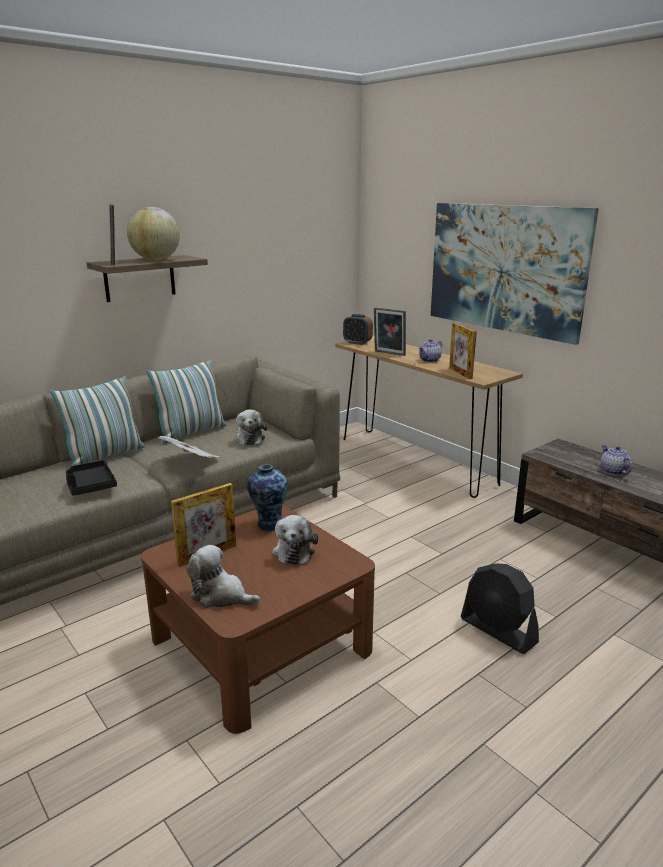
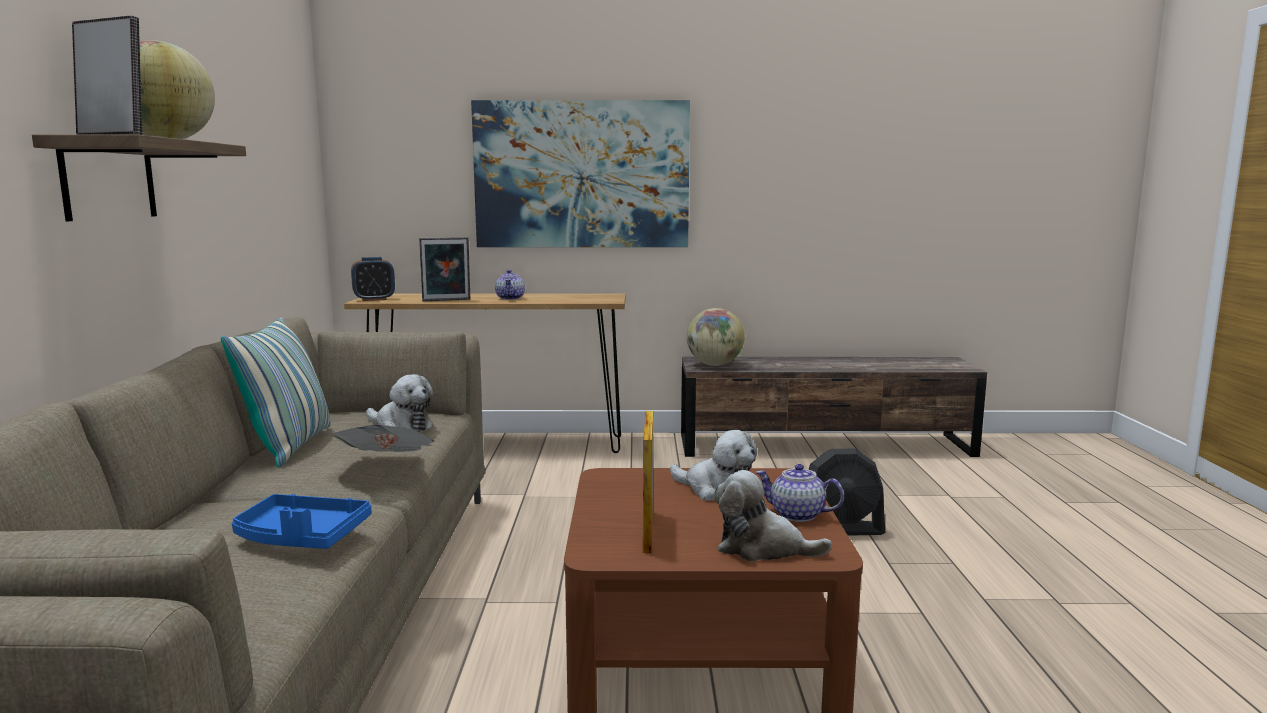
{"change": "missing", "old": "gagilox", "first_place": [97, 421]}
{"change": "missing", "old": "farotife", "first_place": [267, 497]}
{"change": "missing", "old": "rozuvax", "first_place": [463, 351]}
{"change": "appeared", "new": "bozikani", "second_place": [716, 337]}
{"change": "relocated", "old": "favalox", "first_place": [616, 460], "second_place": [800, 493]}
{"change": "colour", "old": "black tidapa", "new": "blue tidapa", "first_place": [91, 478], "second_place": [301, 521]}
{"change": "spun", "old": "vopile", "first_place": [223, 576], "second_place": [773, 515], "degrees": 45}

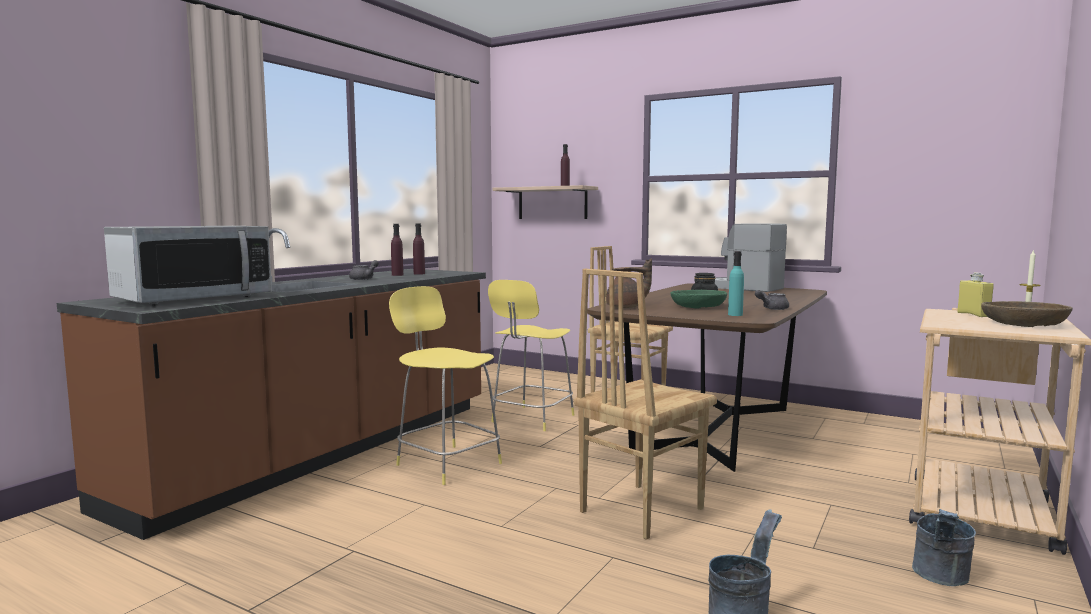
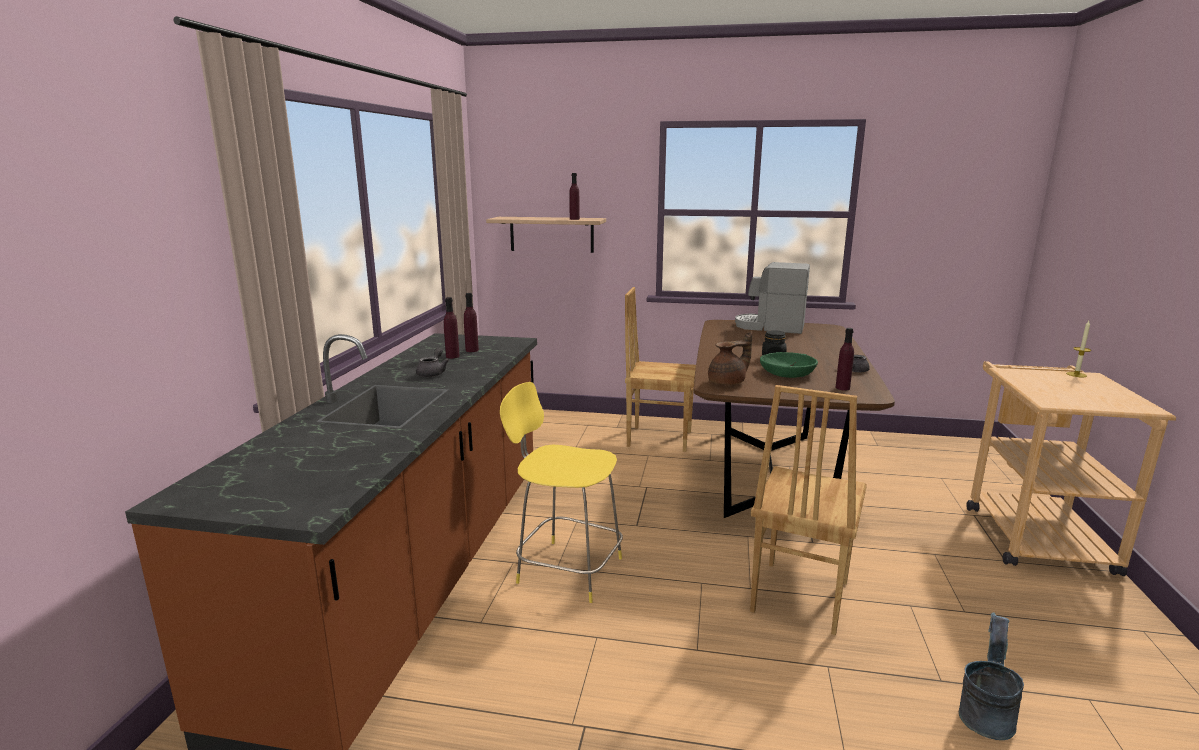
{"change": "missing", "old": "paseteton", "first_place": [188, 266]}
{"change": "missing", "old": "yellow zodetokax", "first_place": [531, 355]}
{"change": "missing", "old": "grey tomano", "first_place": [944, 547]}
{"change": "missing", "old": "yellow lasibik", "first_place": [975, 295]}
{"change": "missing", "old": "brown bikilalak", "first_place": [1027, 314]}
{"change": "colour", "old": "turquoise lasibik", "new": "purple lasibik", "first_place": [736, 283], "second_place": [845, 359]}

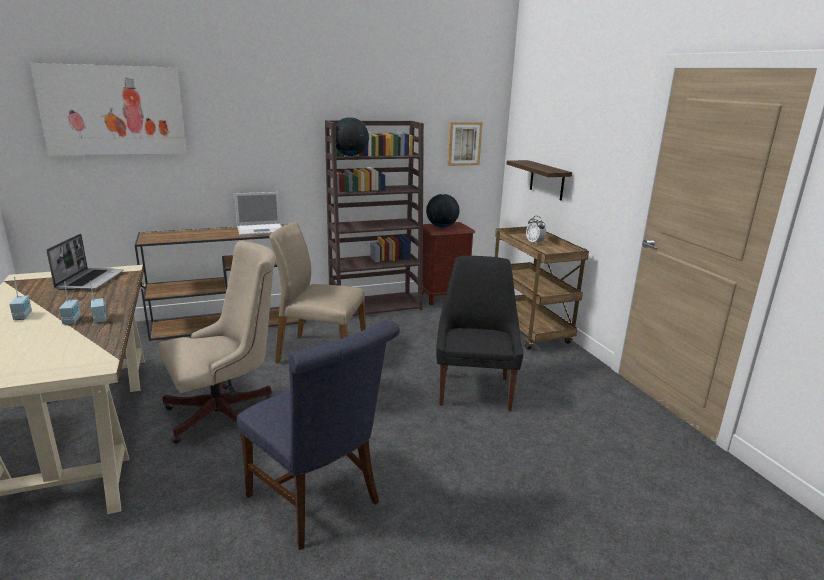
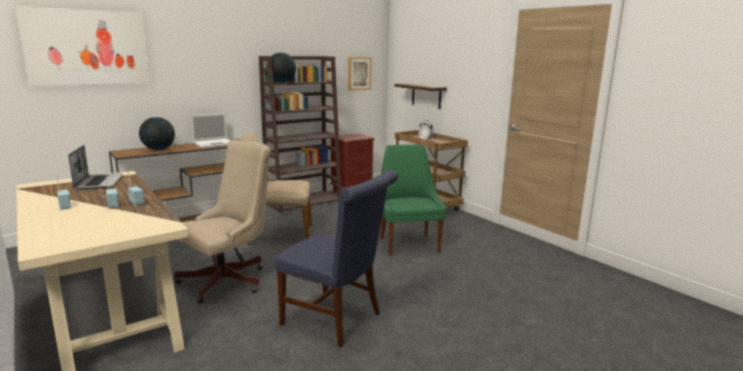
{"change": "relocated", "old": "bozikani", "first_place": [442, 210], "second_place": [157, 133]}
{"change": "colour", "old": "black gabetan", "new": "green gabetan", "first_place": [480, 333], "second_place": [413, 200]}

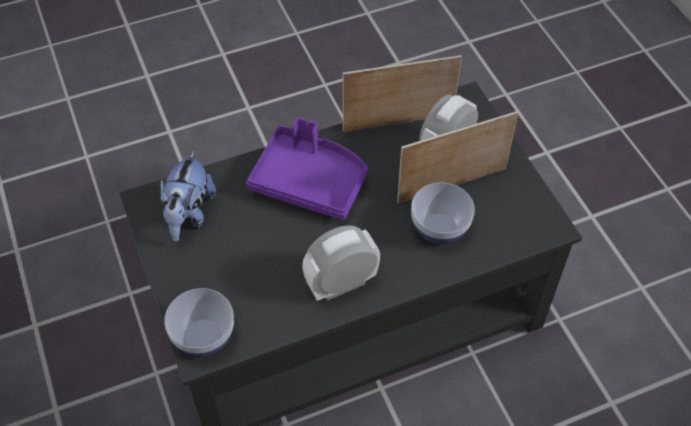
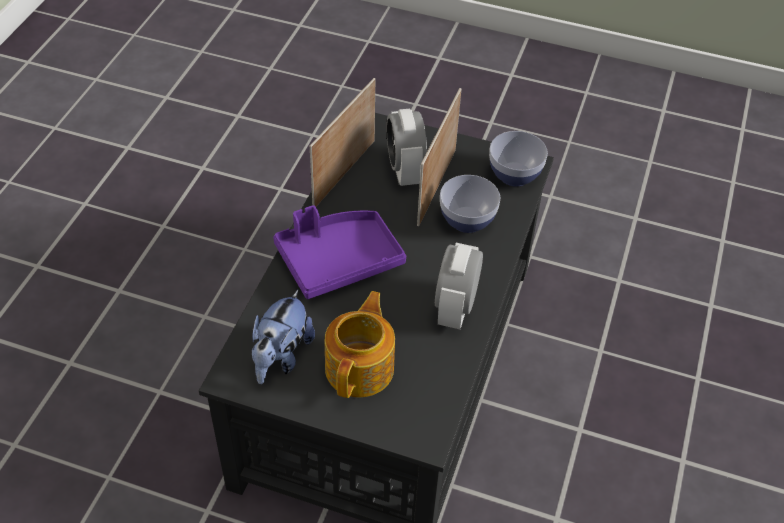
{"change": "appeared", "new": "favalox", "second_place": [360, 344]}
{"change": "relocated", "old": "bikilalak", "first_place": [199, 322], "second_place": [518, 159]}
{"change": "spun", "old": "vopile", "first_place": [188, 196], "second_place": [283, 336], "degrees": 60}

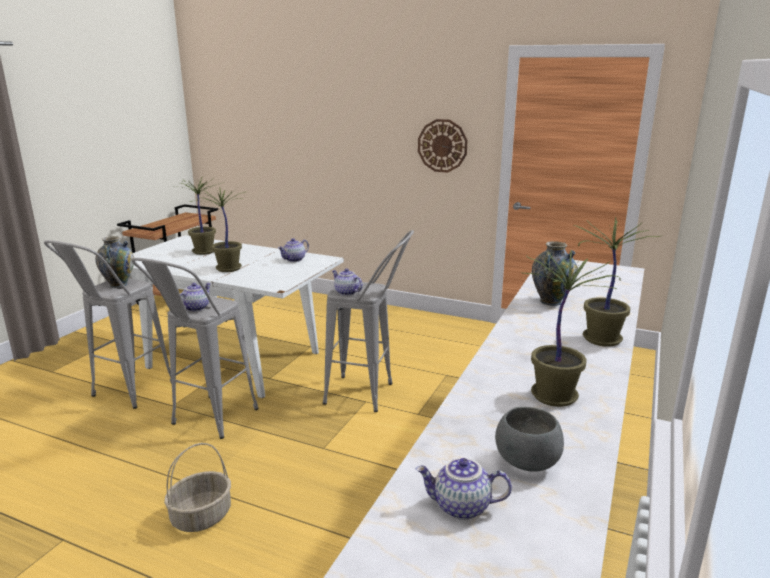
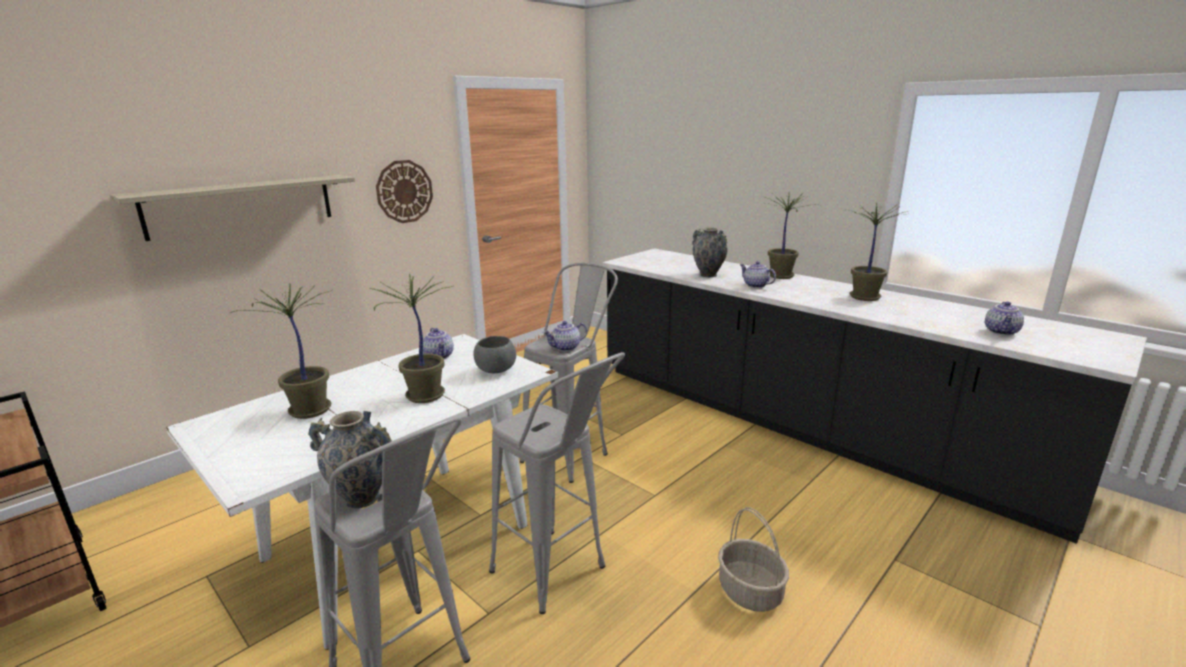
{"change": "appeared", "new": "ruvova", "second_place": [232, 208]}
{"change": "relocated", "old": "favalox", "first_place": [195, 297], "second_place": [758, 274]}
{"change": "relocated", "old": "grey bikilalak", "first_place": [529, 439], "second_place": [495, 354]}

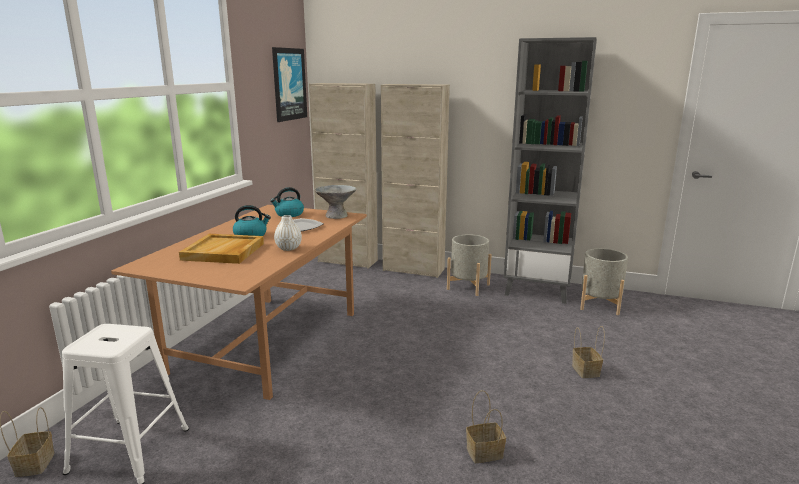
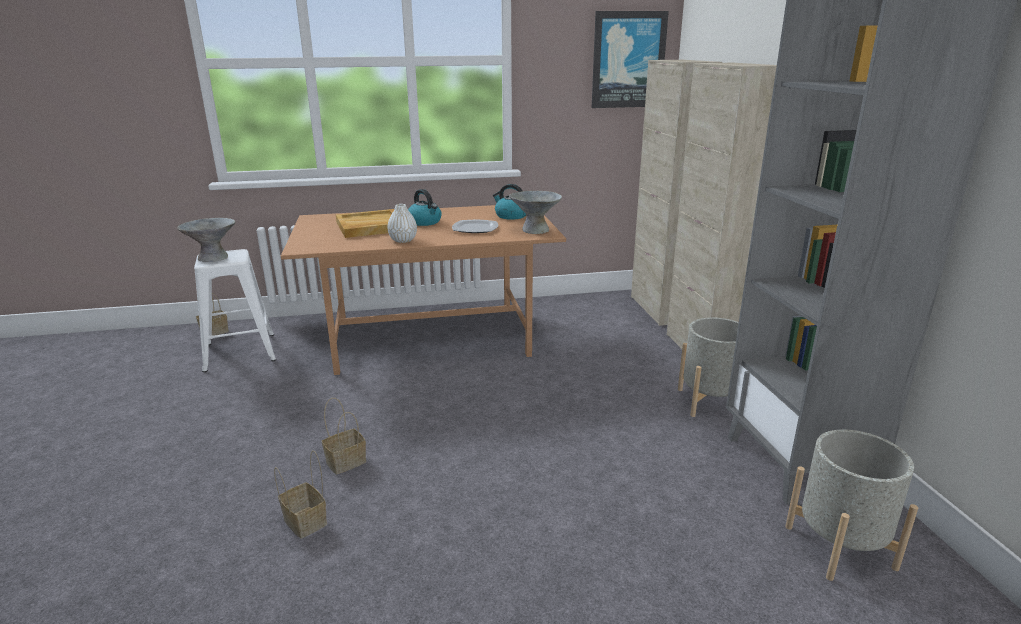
{"change": "appeared", "new": "grey bikilalak", "second_place": [206, 240]}
{"change": "relocated", "old": "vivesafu", "first_place": [588, 352], "second_place": [344, 436]}

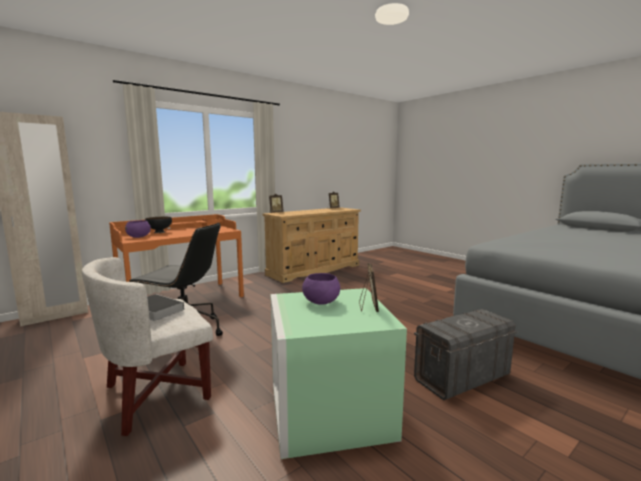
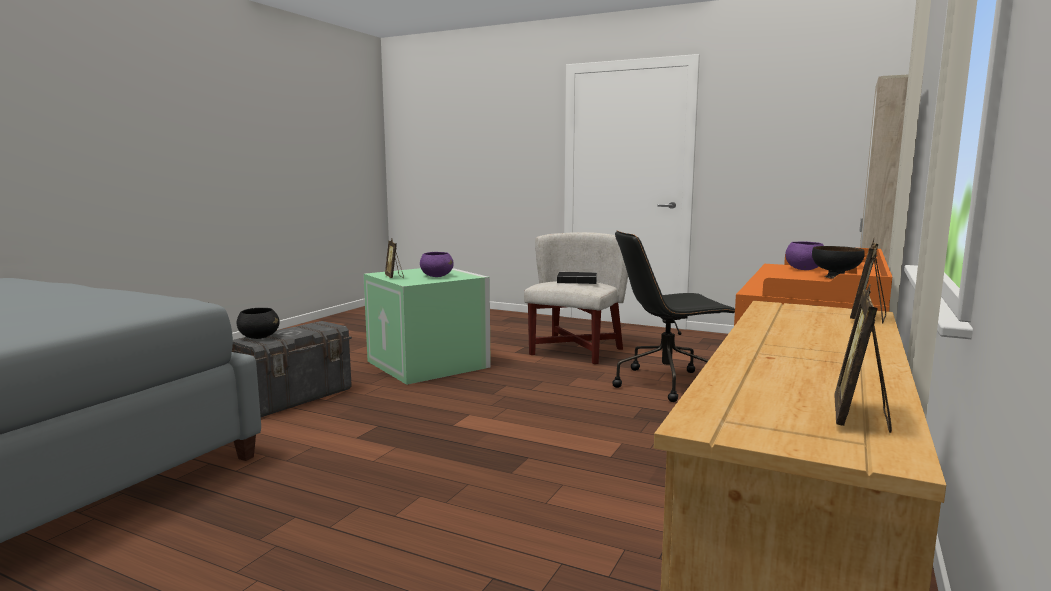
{"change": "appeared", "new": "black bikilalak", "second_place": [258, 323]}

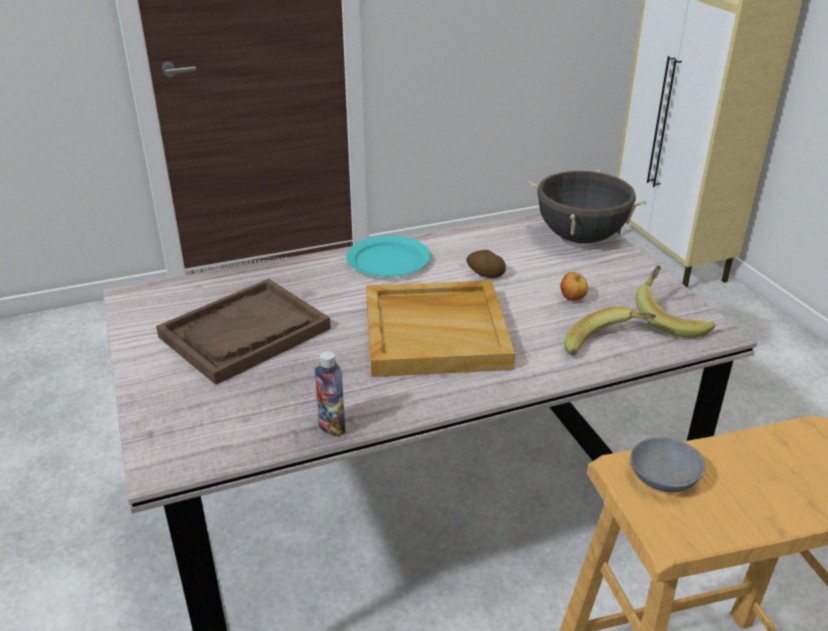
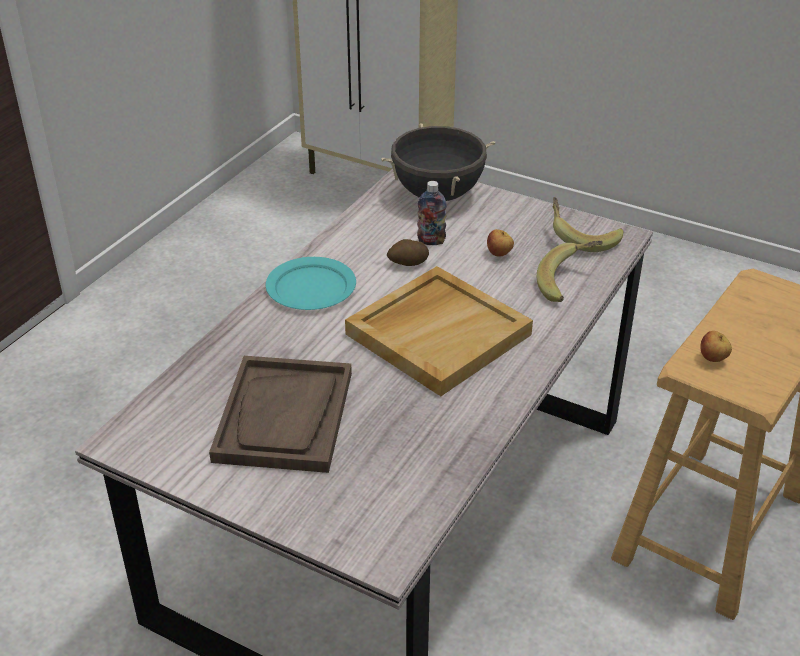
{"change": "relocated", "old": "lasibik", "first_place": [330, 394], "second_place": [432, 213]}
{"change": "exchanged", "old": "grey bikilalak", "new": "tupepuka", "first_place": [667, 464], "second_place": [716, 346]}

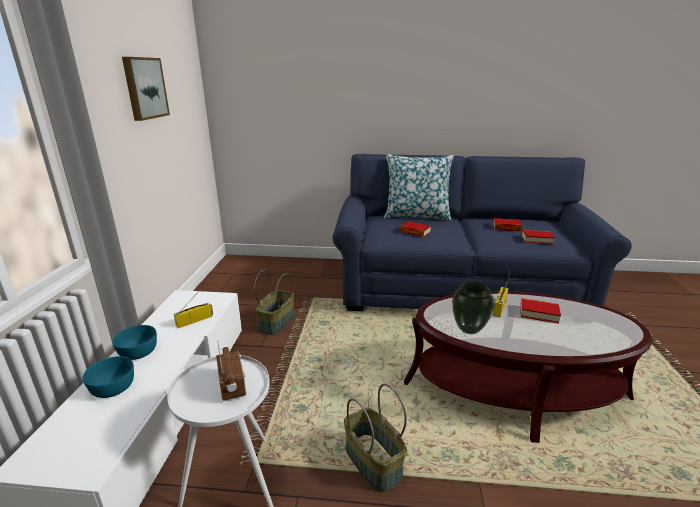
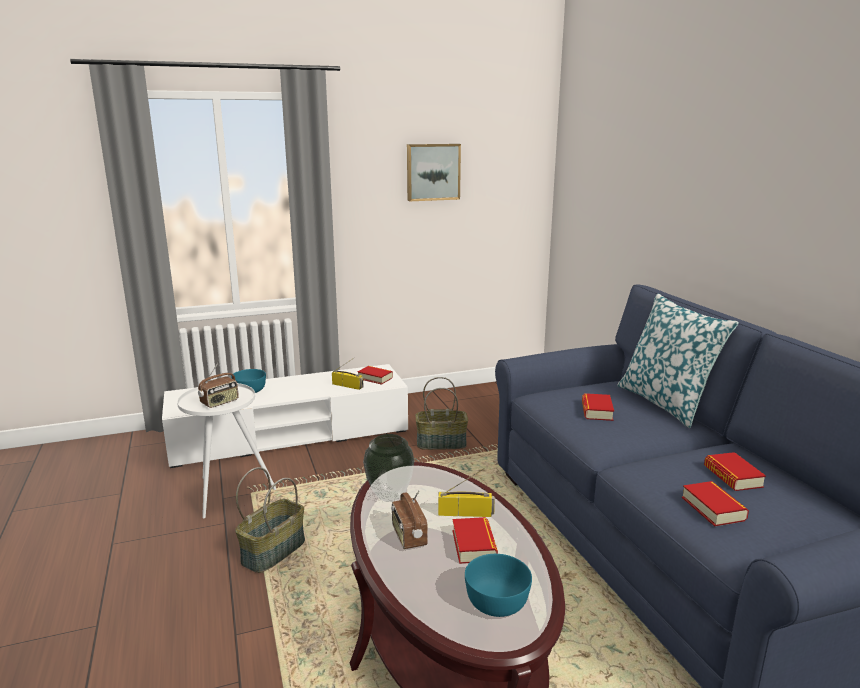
{"change": "appeared", "new": "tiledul", "second_place": [375, 375]}
{"change": "appeared", "new": "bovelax", "second_place": [409, 519]}
{"change": "relocated", "old": "turquoise bikilalak", "first_place": [134, 342], "second_place": [498, 585]}

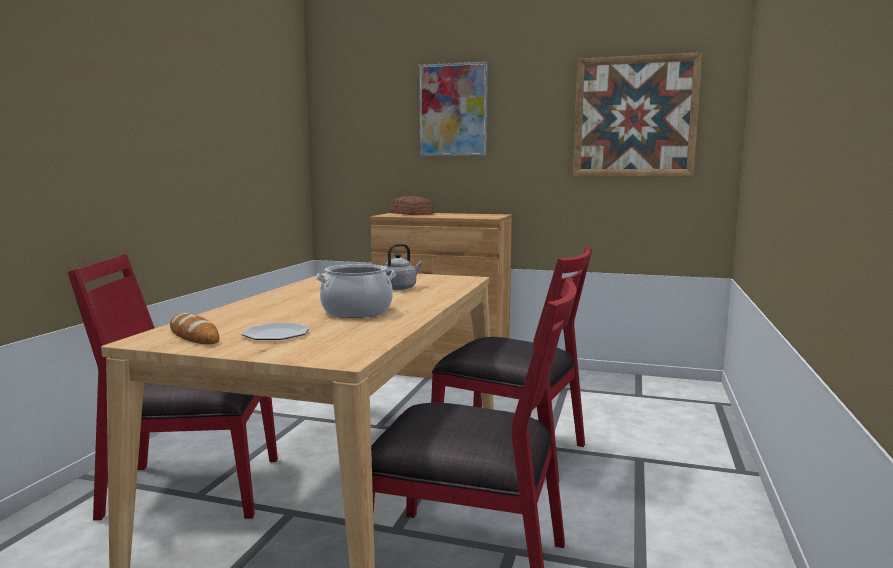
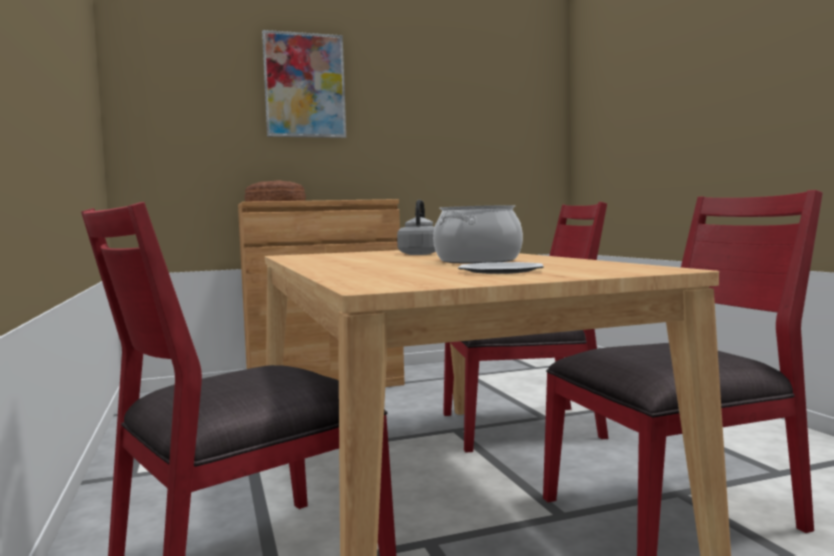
{"change": "missing", "old": "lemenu", "first_place": [194, 329]}
{"change": "missing", "old": "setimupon", "first_place": [637, 114]}

